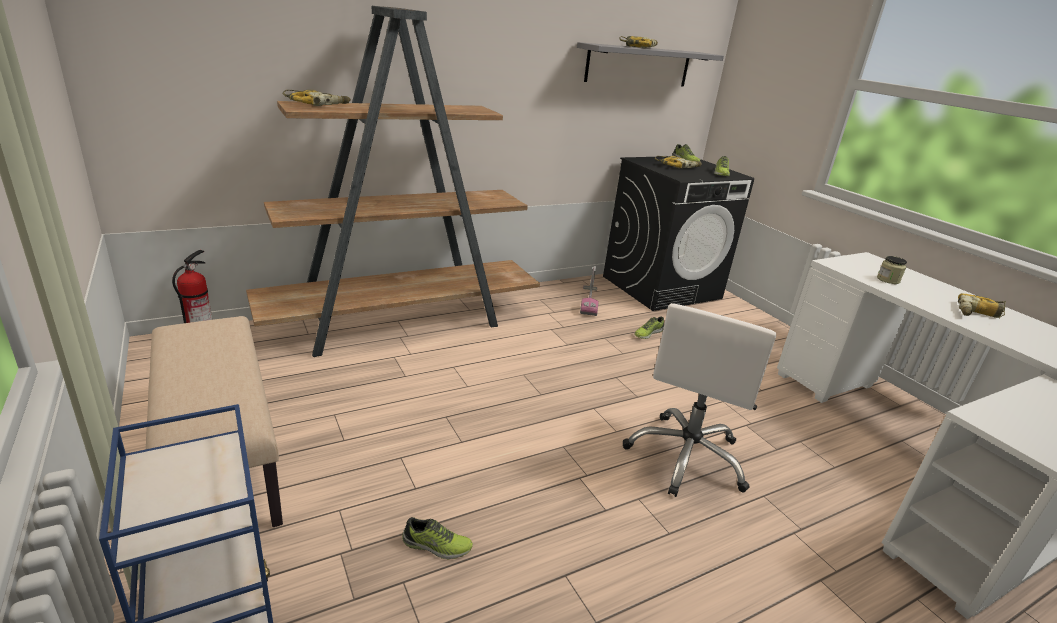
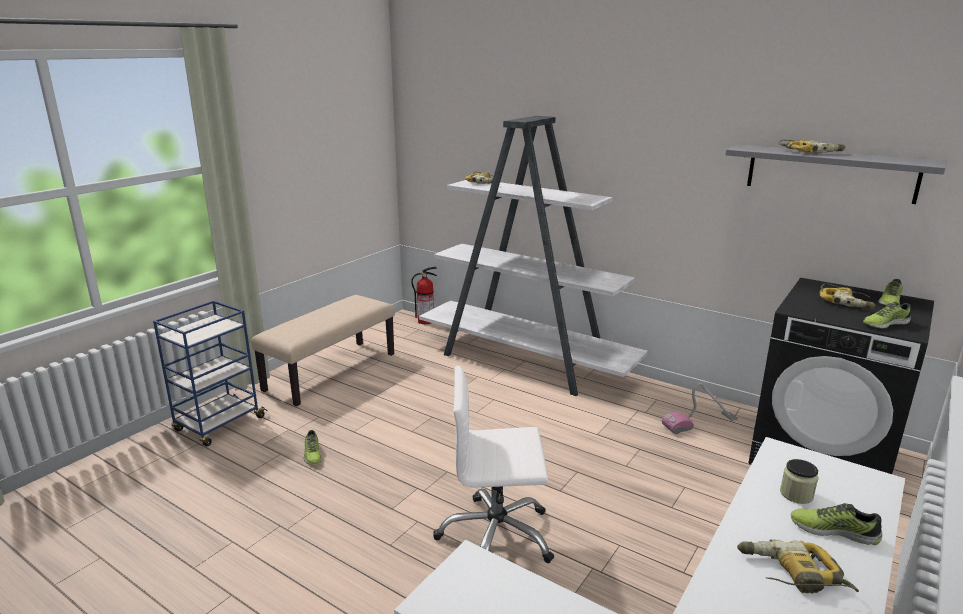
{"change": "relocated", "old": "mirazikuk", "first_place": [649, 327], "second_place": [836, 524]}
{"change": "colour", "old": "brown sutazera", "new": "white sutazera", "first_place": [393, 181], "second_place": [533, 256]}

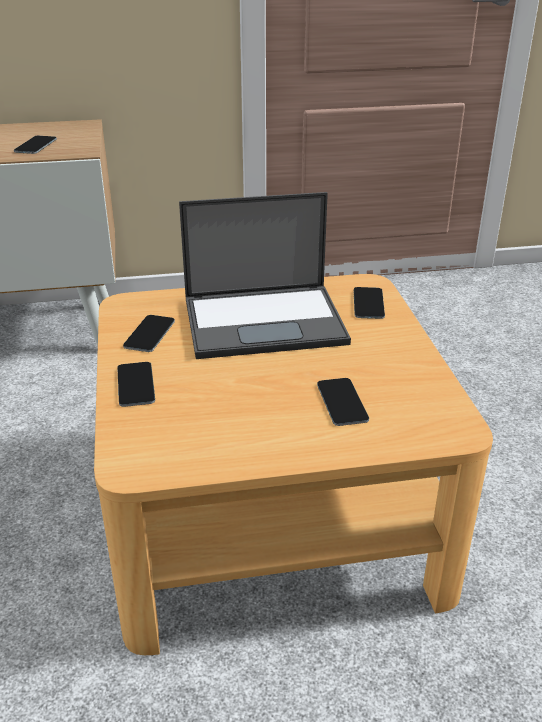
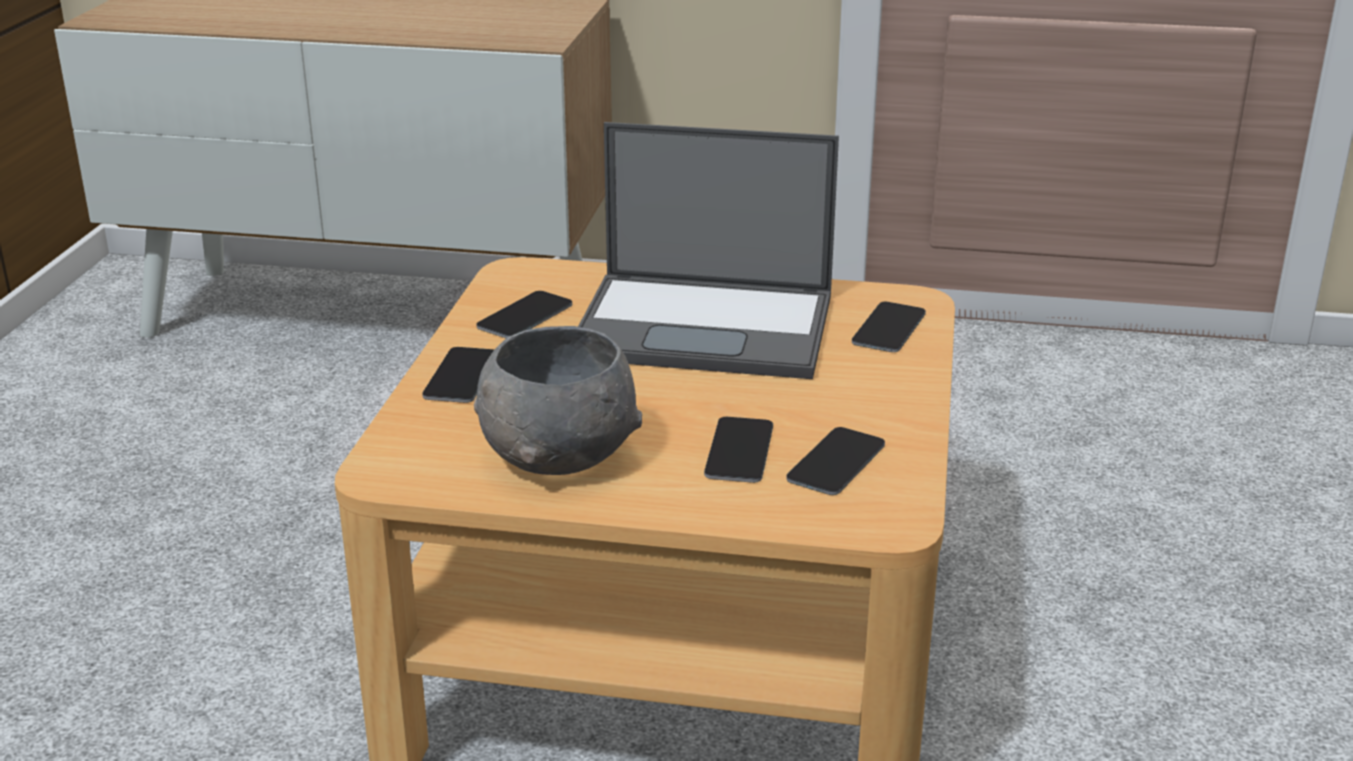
{"change": "appeared", "new": "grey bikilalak", "second_place": [558, 400]}
{"change": "relocated", "old": "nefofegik", "first_place": [35, 145], "second_place": [835, 461]}

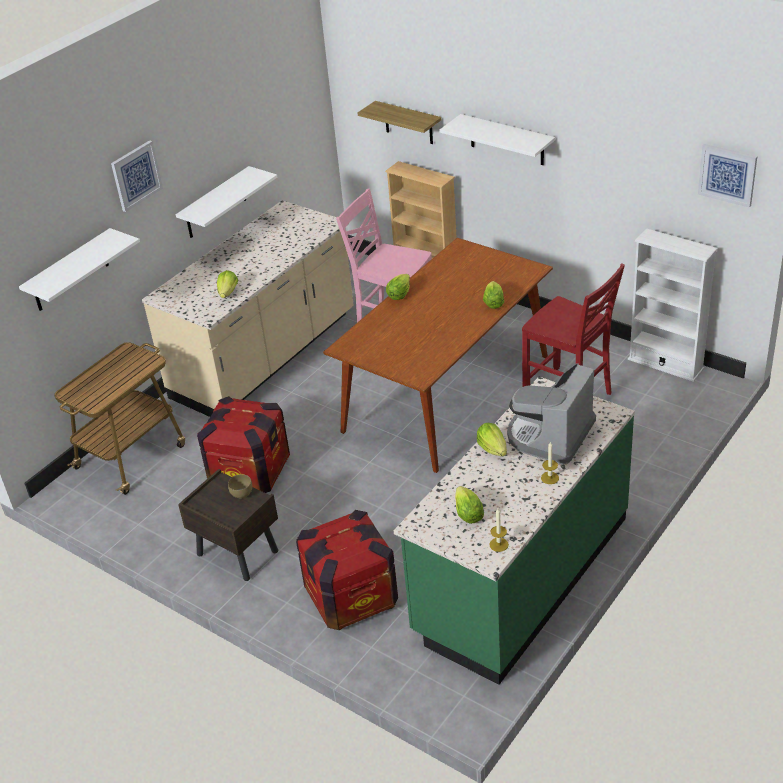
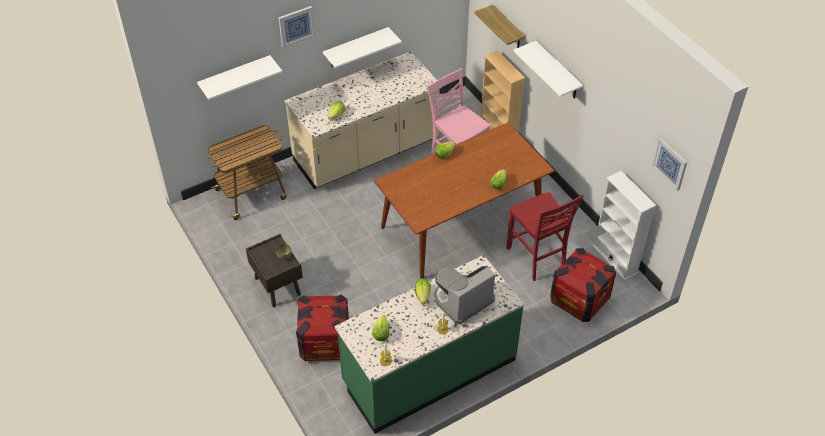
{"change": "relocated", "old": "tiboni", "first_place": [243, 444], "second_place": [583, 285]}

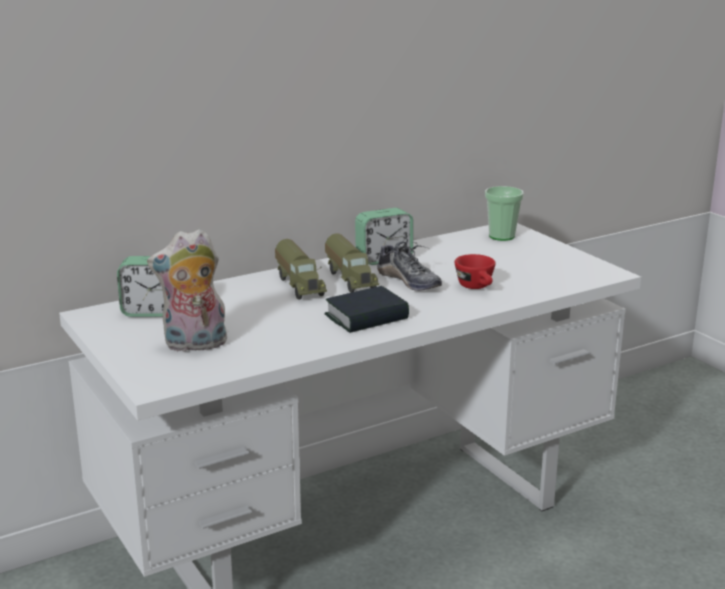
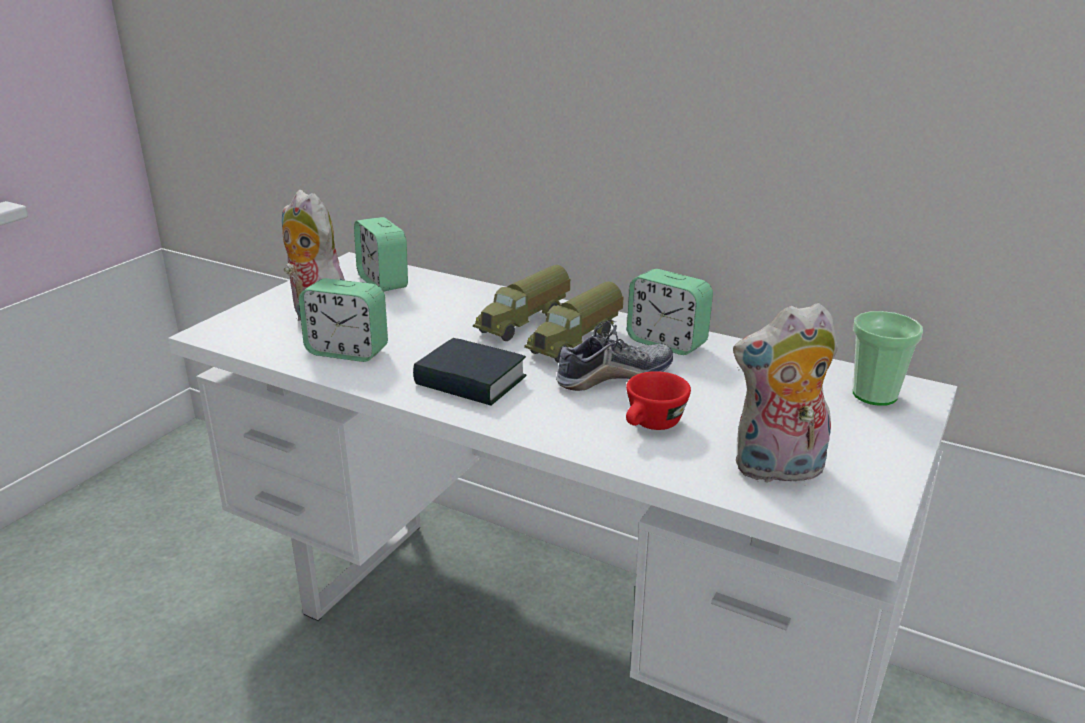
{"change": "appeared", "new": "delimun", "second_place": [343, 320]}
{"change": "appeared", "new": "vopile", "second_place": [785, 394]}
{"change": "spun", "old": "mirazikuk", "first_place": [409, 264], "second_place": [614, 355], "degrees": -135}

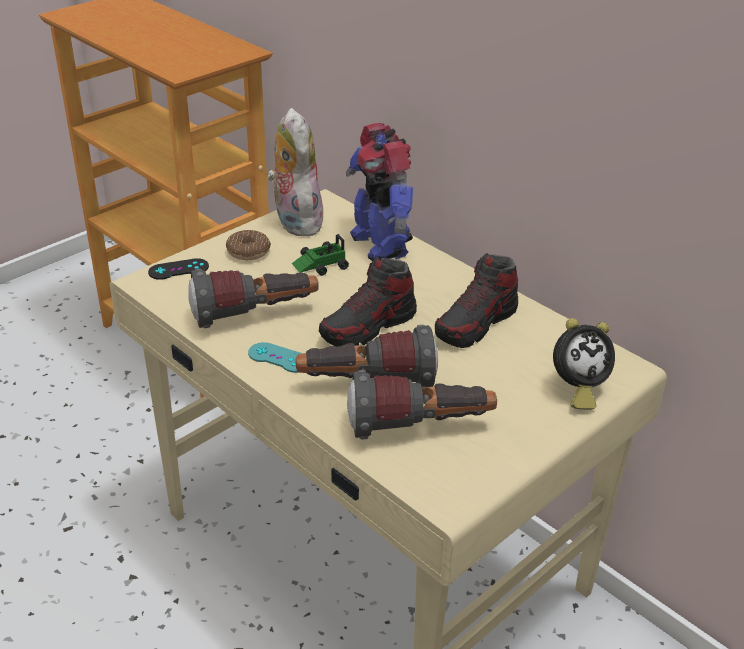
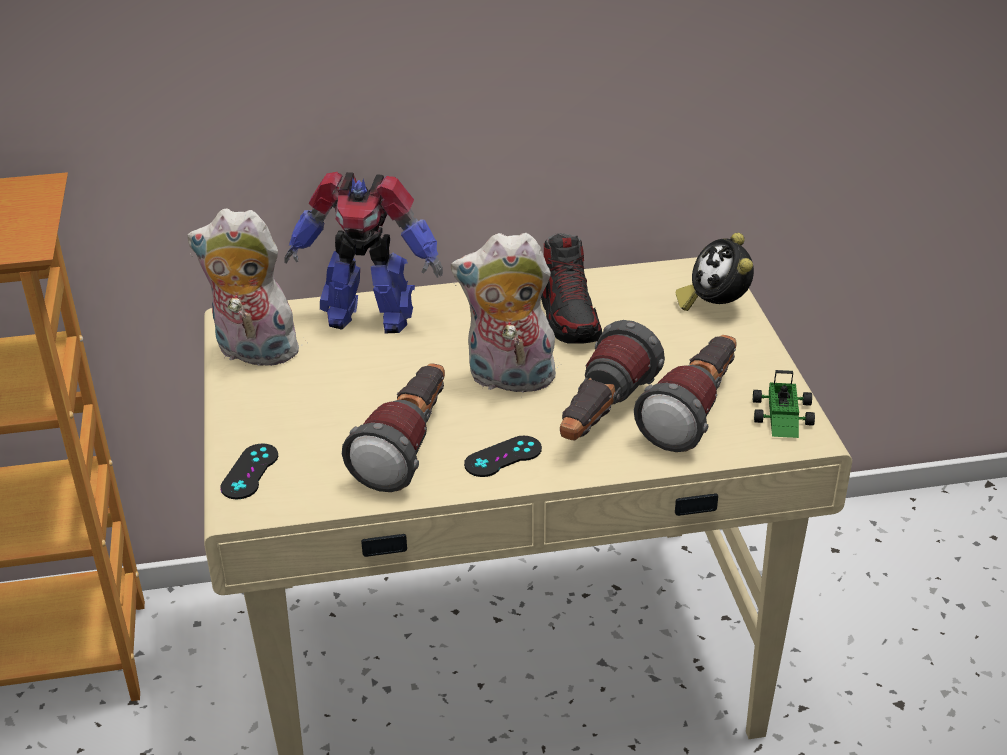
{"change": "missing", "old": "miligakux", "first_place": [248, 245]}
{"change": "relocated", "old": "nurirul", "first_place": [320, 255], "second_place": [784, 404]}
{"change": "exchanged", "old": "mirazikuk", "new": "vopile", "first_place": [368, 301], "second_place": [504, 313]}
{"change": "colour", "old": "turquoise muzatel", "new": "black muzatel", "first_place": [275, 357], "second_place": [503, 456]}
{"change": "spun", "old": "delimun", "first_place": [584, 364], "second_place": [715, 272], "degrees": 150}

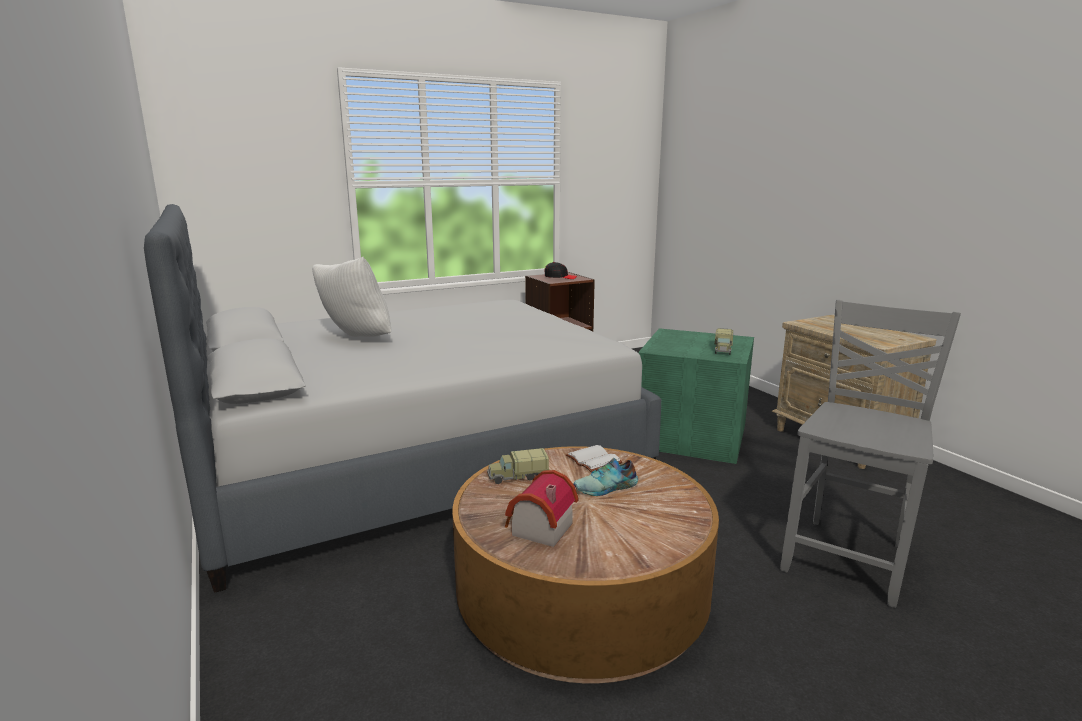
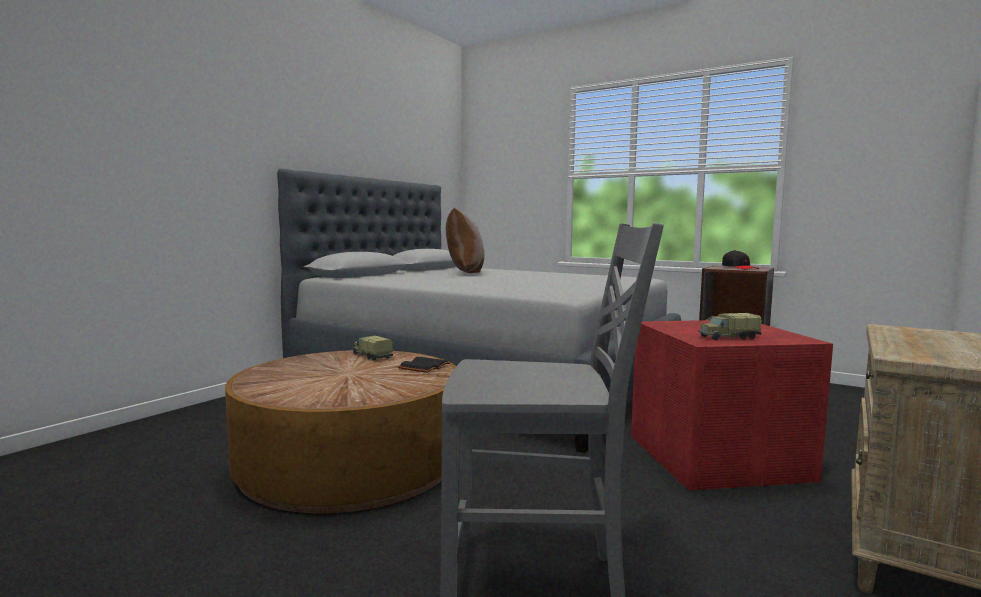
{"change": "missing", "old": "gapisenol", "first_place": [541, 508]}
{"change": "missing", "old": "mirazikuk", "first_place": [606, 477]}
{"change": "colour", "old": "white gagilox", "new": "brown gagilox", "first_place": [351, 297], "second_place": [465, 240]}
{"change": "colour", "old": "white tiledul", "new": "black tiledul", "first_place": [594, 459], "second_place": [424, 365]}
{"change": "colour", "old": "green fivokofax", "new": "red fivokofax", "first_place": [696, 396], "second_place": [732, 405]}

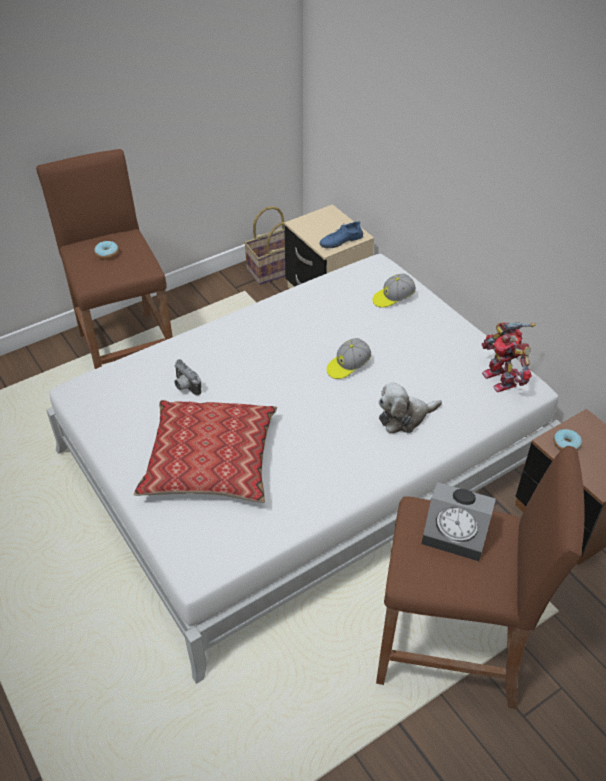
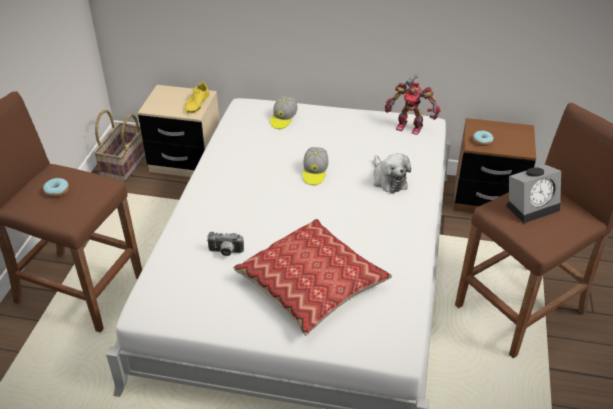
{"change": "colour", "old": "blue mirazikuk", "new": "yellow mirazikuk", "first_place": [341, 234], "second_place": [197, 98]}
{"change": "spun", "old": "vopile", "first_place": [410, 407], "second_place": [392, 173], "degrees": -45}

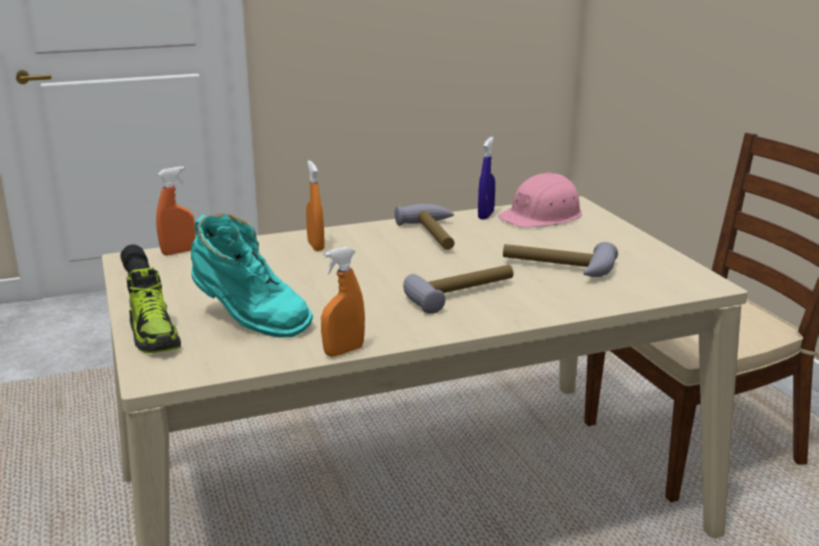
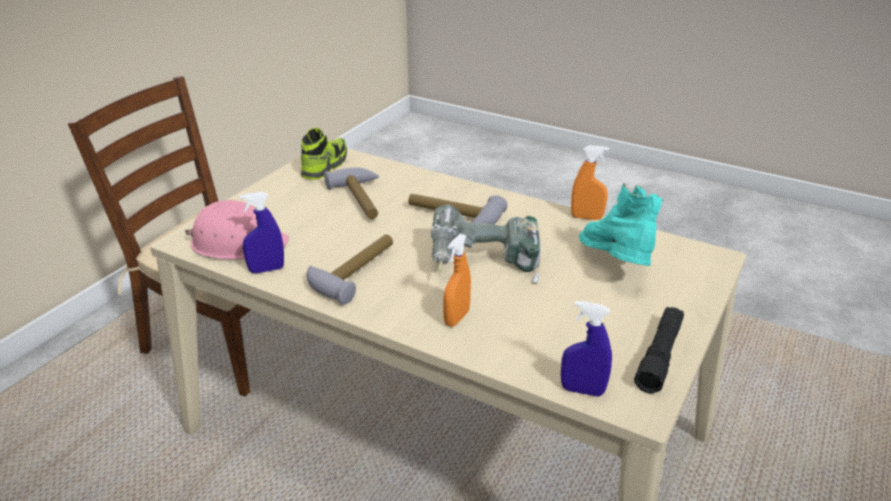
{"change": "appeared", "new": "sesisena", "second_place": [486, 244]}
{"change": "relocated", "old": "mirazikuk", "first_place": [153, 310], "second_place": [324, 154]}
{"change": "colour", "old": "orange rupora", "new": "blue rupora", "first_place": [176, 210], "second_place": [586, 349]}

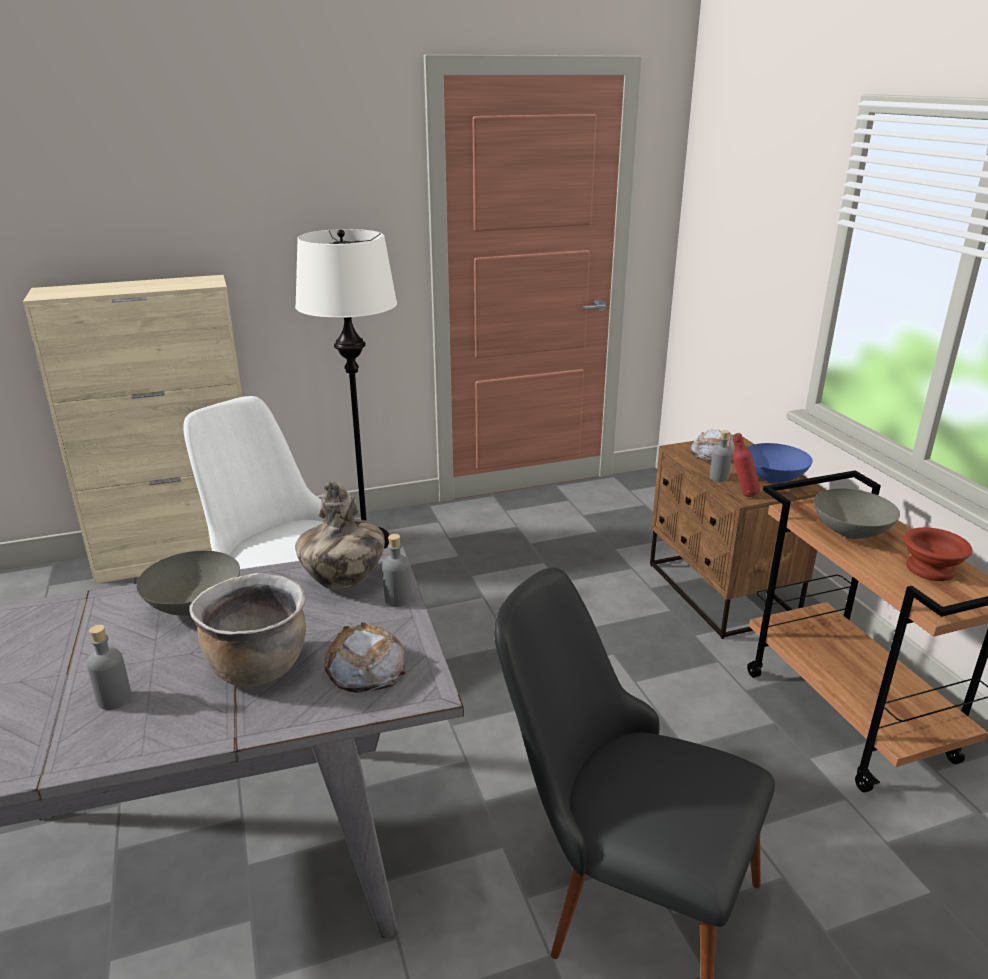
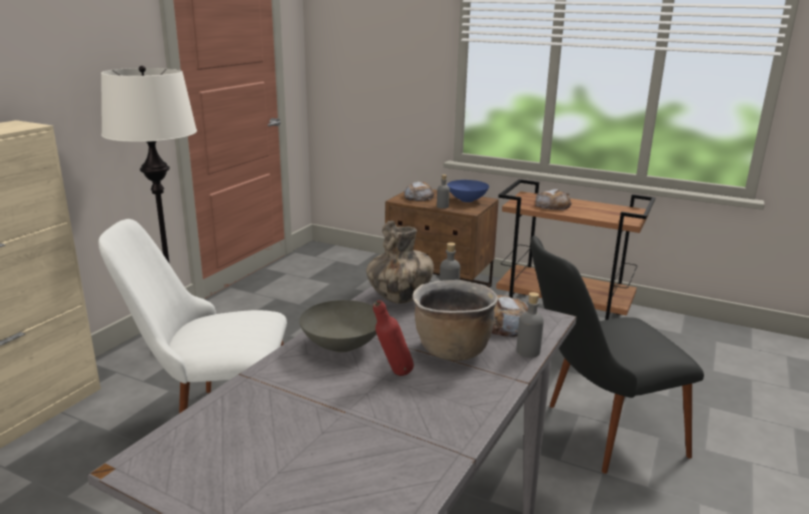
{"change": "missing", "old": "brown bikilalak", "first_place": [938, 554]}
{"change": "relocated", "old": "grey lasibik", "first_place": [109, 667], "second_place": [530, 325]}
{"change": "relocated", "old": "red lasibik", "first_place": [746, 465], "second_place": [393, 338]}
{"change": "exchanged", "old": "grey bikilalak", "new": "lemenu", "first_place": [857, 514], "second_place": [553, 199]}

